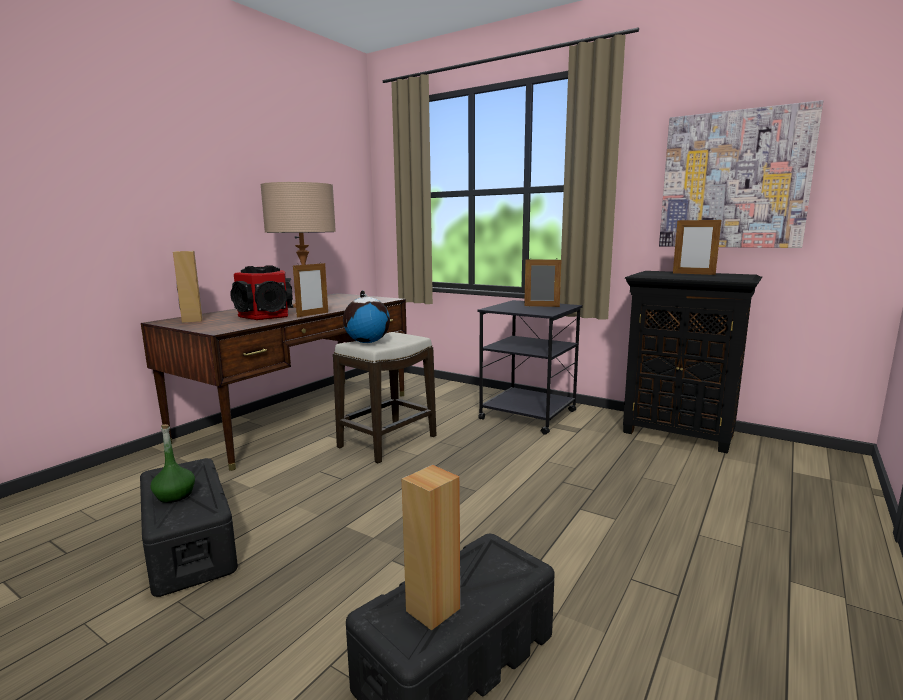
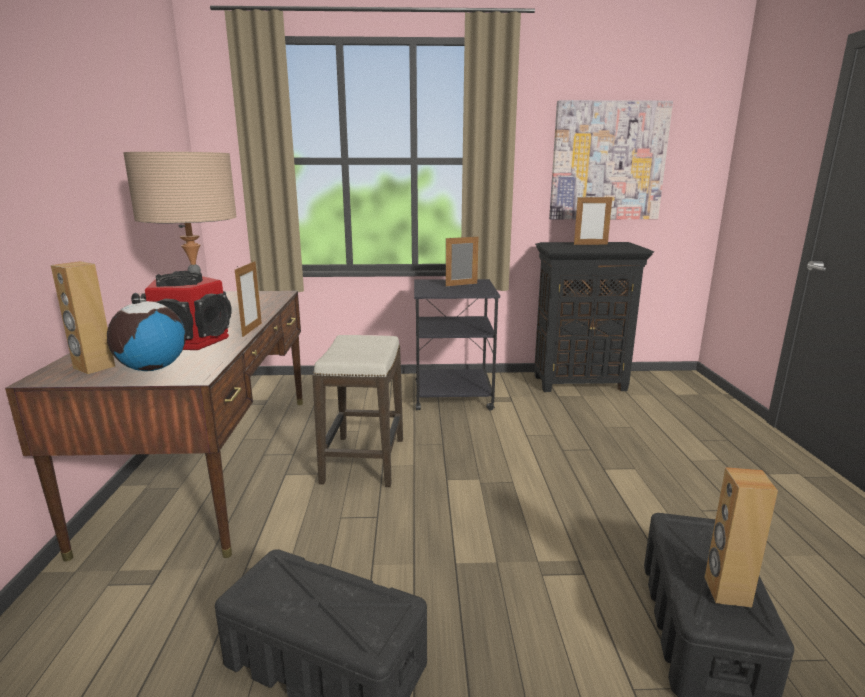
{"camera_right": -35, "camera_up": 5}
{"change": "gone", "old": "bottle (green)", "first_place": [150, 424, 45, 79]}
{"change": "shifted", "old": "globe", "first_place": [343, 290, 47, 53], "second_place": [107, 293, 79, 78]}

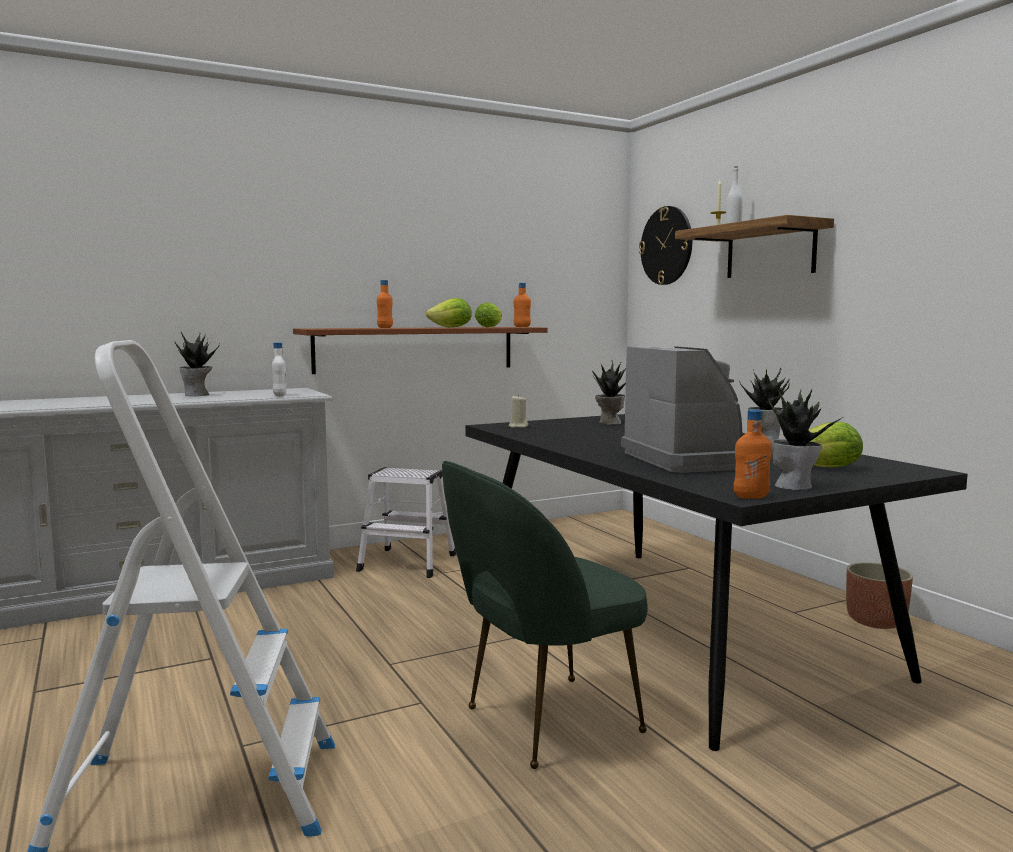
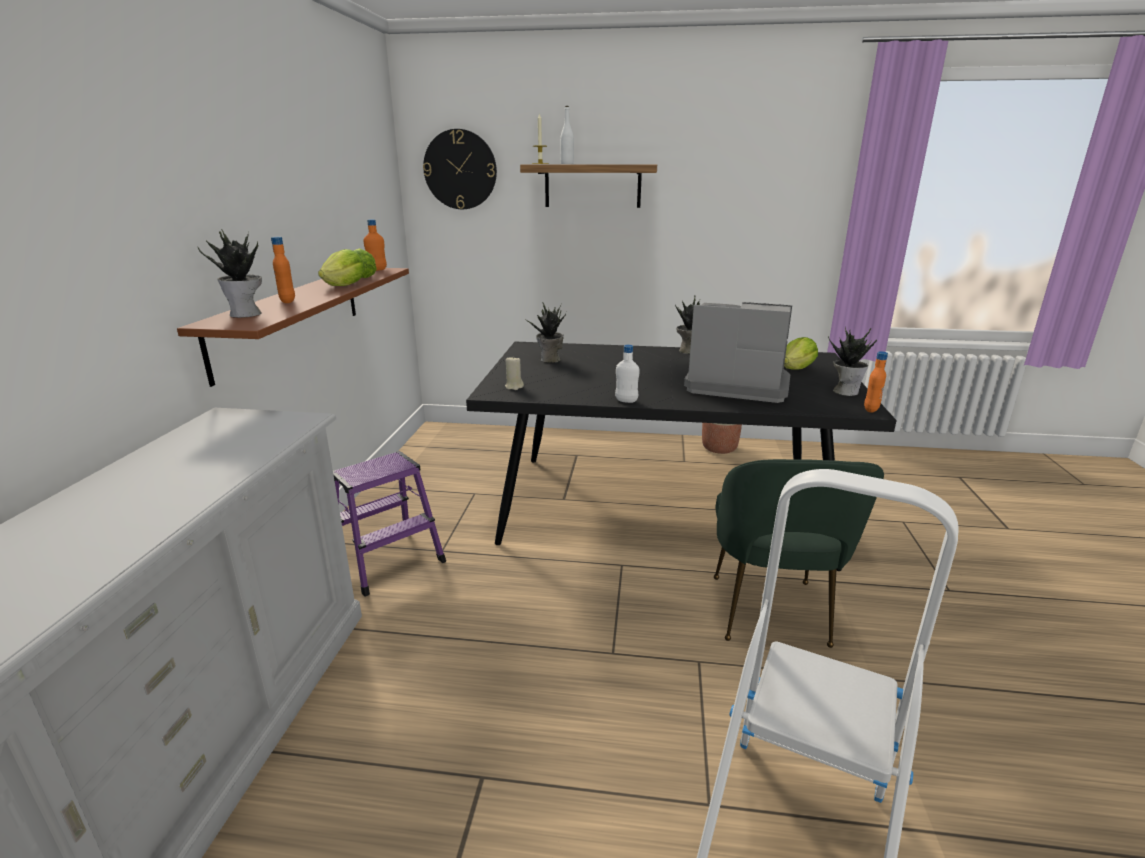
{"camera_right": -55, "camera_up": 15}
{"change": "shifted", "old": "potted plant", "first_place": [174, 332, 46, 64], "second_place": [197, 229, 65, 89]}
{"change": "shifted", "old": "bottle (white)", "first_place": [272, 342, 14, 54], "second_place": [615, 345, 24, 58]}
{"change": "repainted", "old": "step ladder (white)", "new": "step ladder (purple)", "first_place": [356, 467, 100, 111], "second_place": [333, 451, 113, 146]}

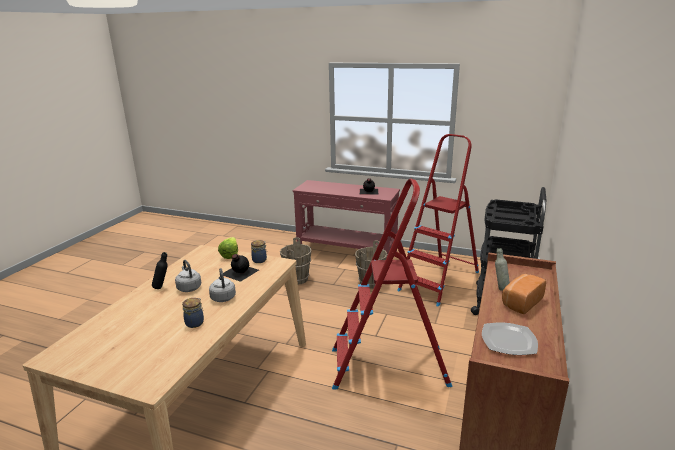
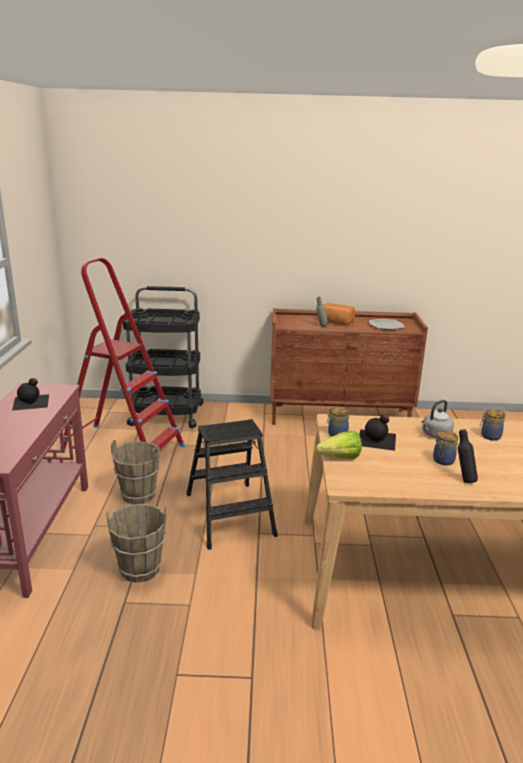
{"camera_right": -110, "camera_up": 0}
{"change": "swapped", "old": "kettle (grey)", "new": "jar", "first_place": [175, 260, 26, 32], "second_place": [433, 431, 25, 34]}
{"change": "gone", "old": "step ladder (red)", "first_place": [332, 178, 120, 212]}
{"change": "new", "new": "step ladder (black)", "second_place": [186, 419, 92, 131]}

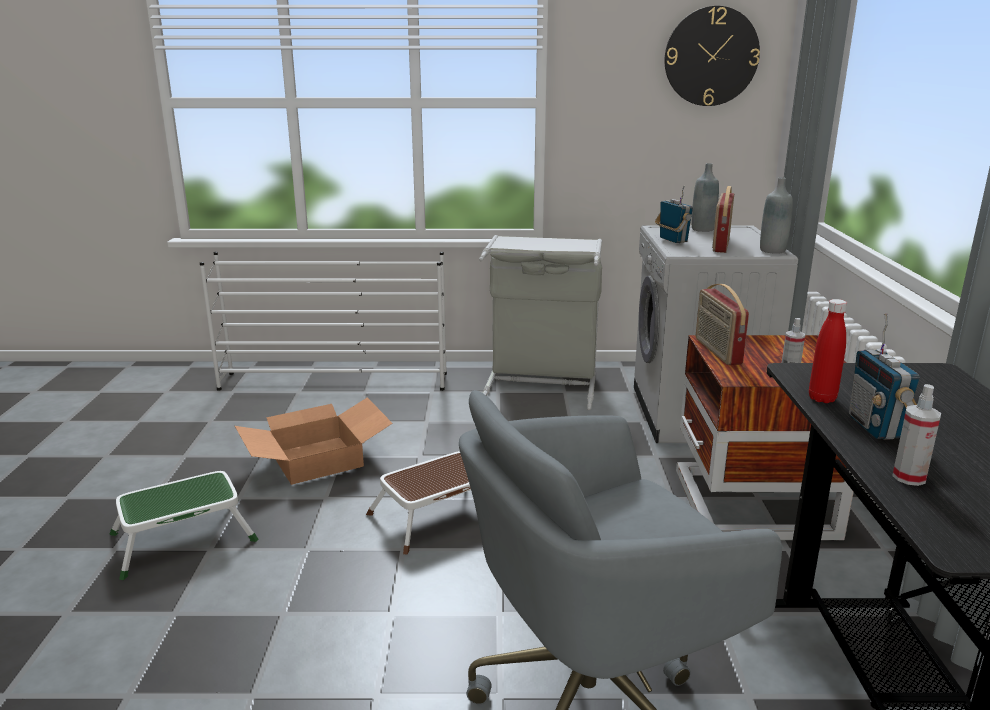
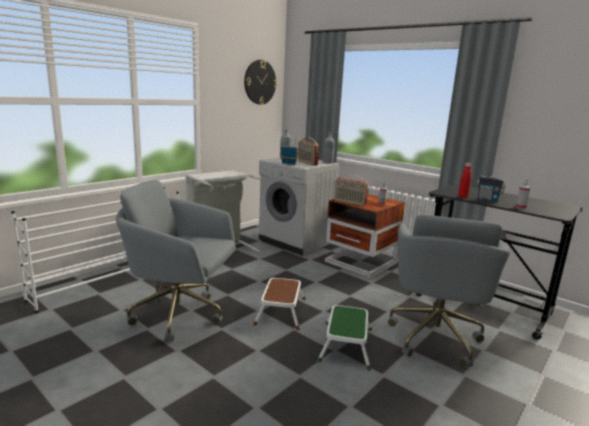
{"camera_right": -50, "camera_up": -5}
{"change": "shifted", "old": "step ladder (green)", "first_place": [109, 471, 149, 109], "second_place": [317, 305, 55, 66]}
{"change": "swapped", "old": "cardboard box", "new": "office chair (grey)", "first_place": [235, 397, 158, 88], "second_place": [116, 180, 120, 161]}

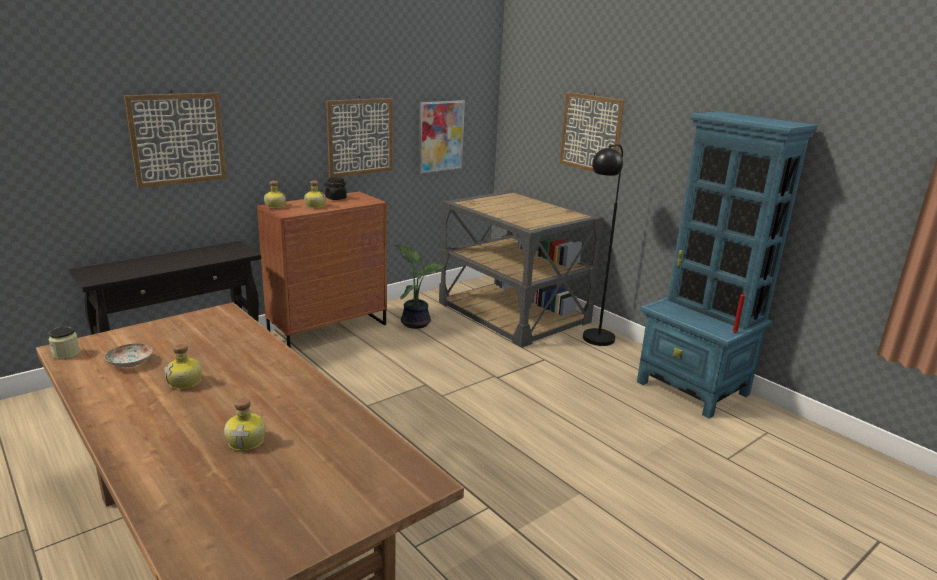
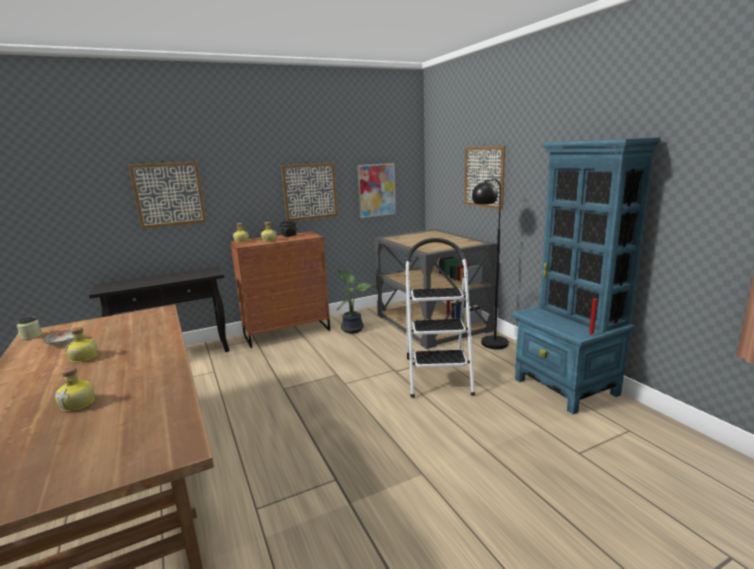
{"camera_right": 15, "camera_up": -5}
{"change": "new", "new": "step ladder", "second_place": [405, 238, 70, 160]}

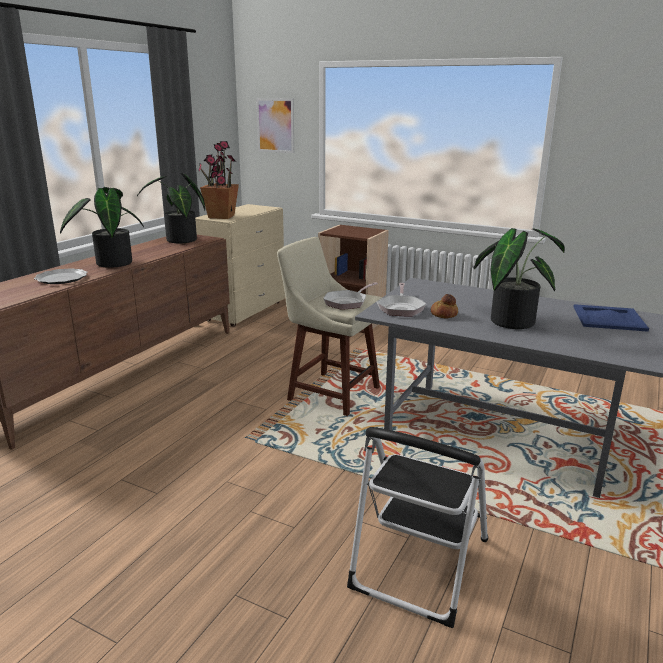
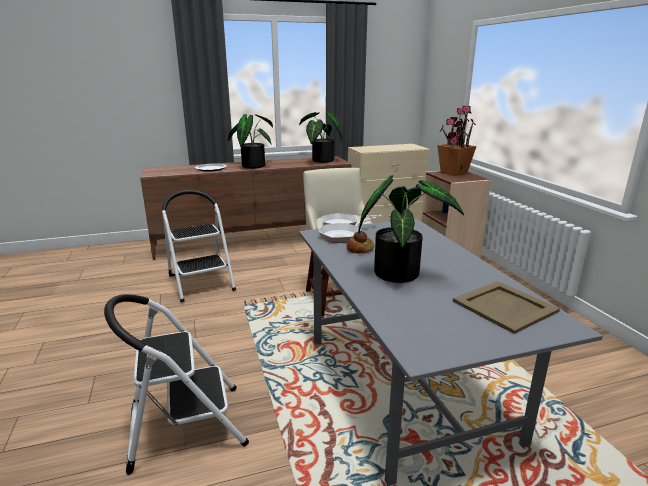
{"camera_right": 45, "camera_up": 0}
{"change": "shifted", "old": "potted plant", "first_place": [198, 141, 41, 78], "second_place": [437, 106, 40, 70]}
{"change": "gone", "old": "picture", "first_place": [256, 98, 38, 55]}
{"change": "repainted", "old": "tray (blue)", "new": "tray (beige)", "first_place": [574, 304, 75, 28], "second_place": [453, 281, 107, 53]}
{"change": "new", "new": "step ladder", "second_place": [162, 190, 74, 112]}

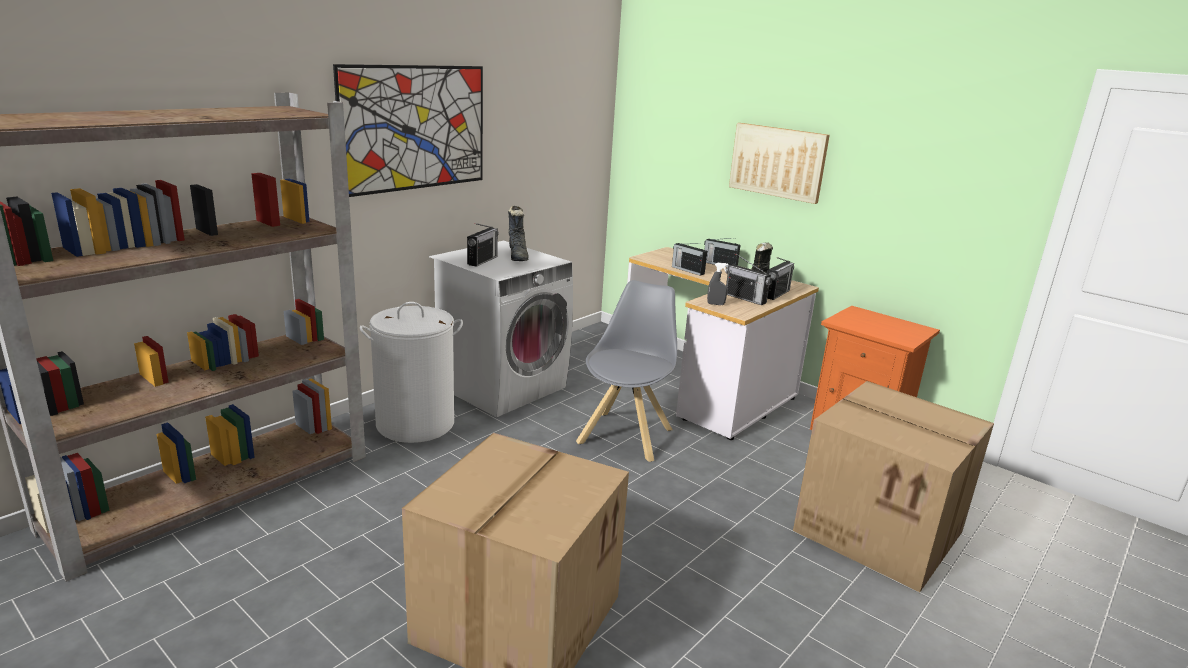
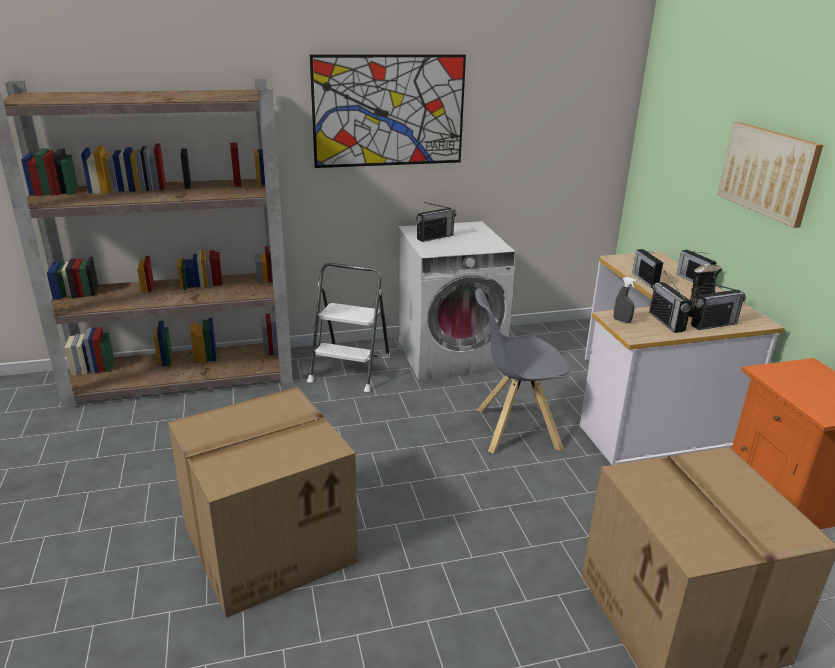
{"camera_right": 35, "camera_up": 5}
{"change": "swapped", "old": "laundry basket (white)", "new": "step ladder (white)", "first_place": [360, 302, 103, 141], "second_place": [307, 263, 83, 129]}
{"change": "gone", "old": "boot (black)", "first_place": [508, 205, 21, 56]}
{"change": "rotated", "old": "chair (grey)", "first_place": [576, 280, 101, 182], "second_place": [475, 288, 96, 166], "degrees": -150}

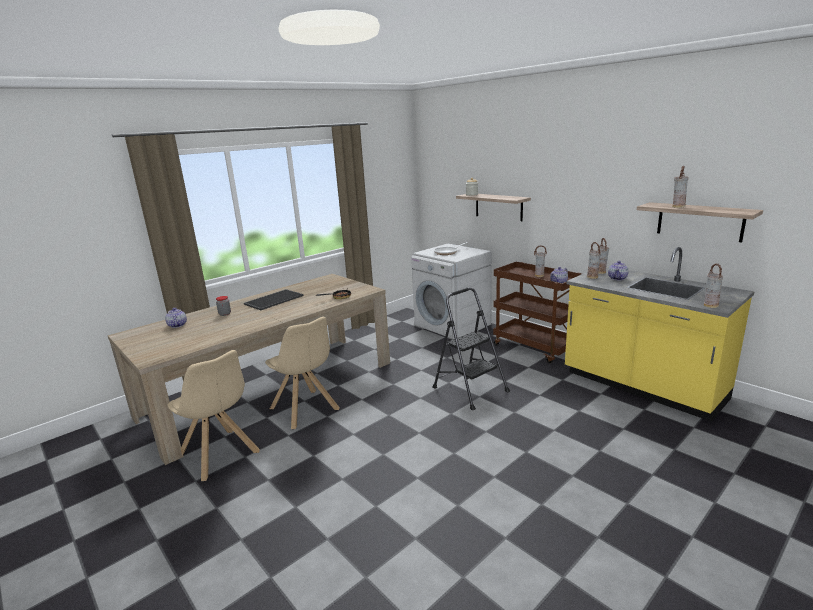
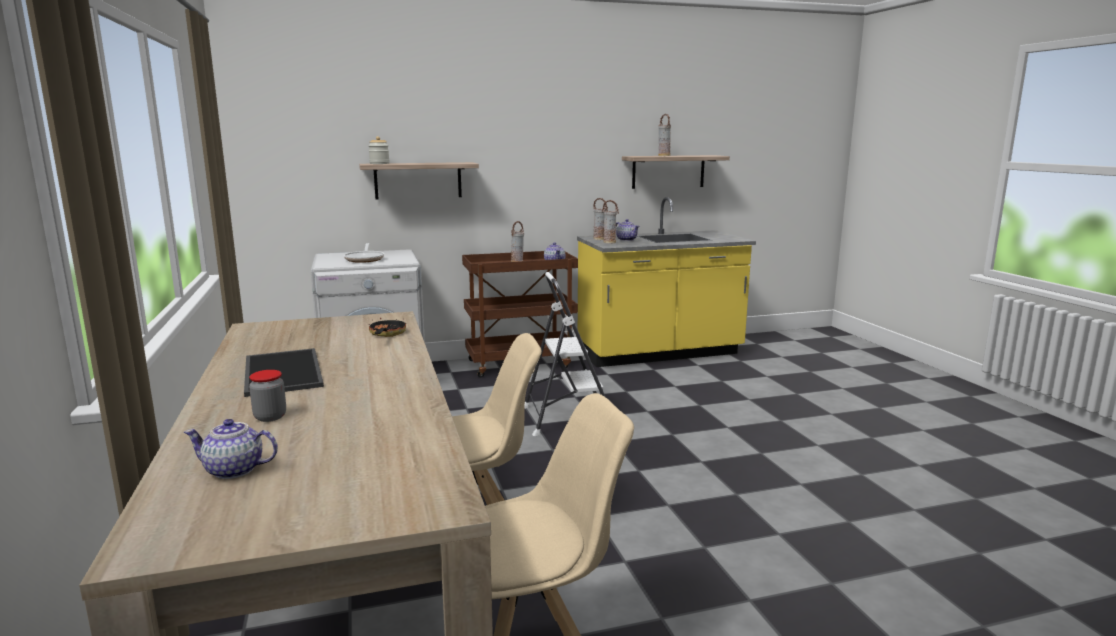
{"camera_right": -65, "camera_up": -5}
{"change": "repainted", "old": "step ladder (black)", "new": "step ladder (white)", "first_place": [432, 288, 78, 122], "second_place": [525, 272, 81, 164]}
{"change": "gone", "old": "vase", "first_place": [704, 263, 19, 45]}

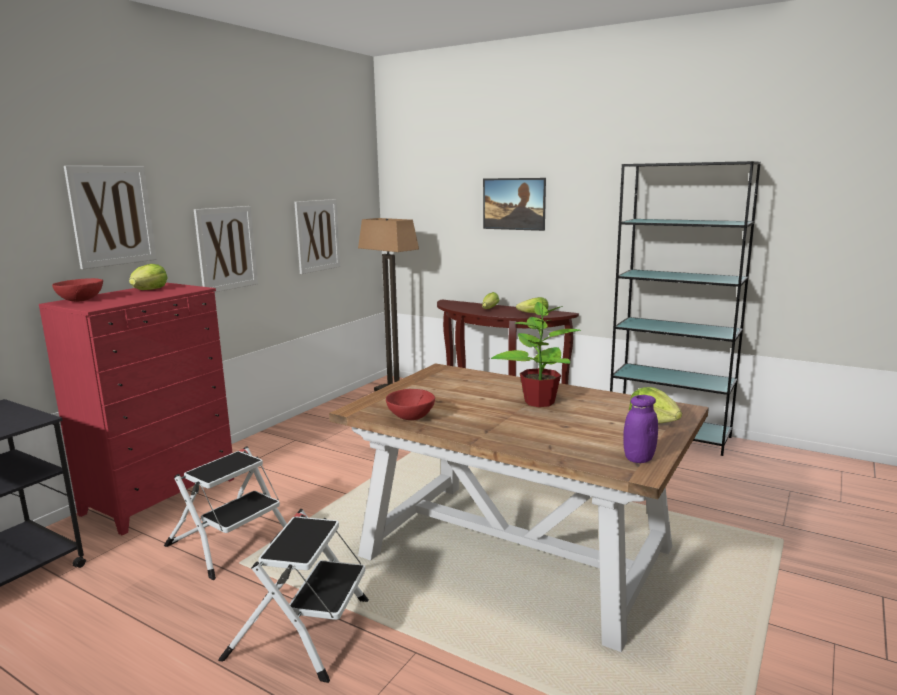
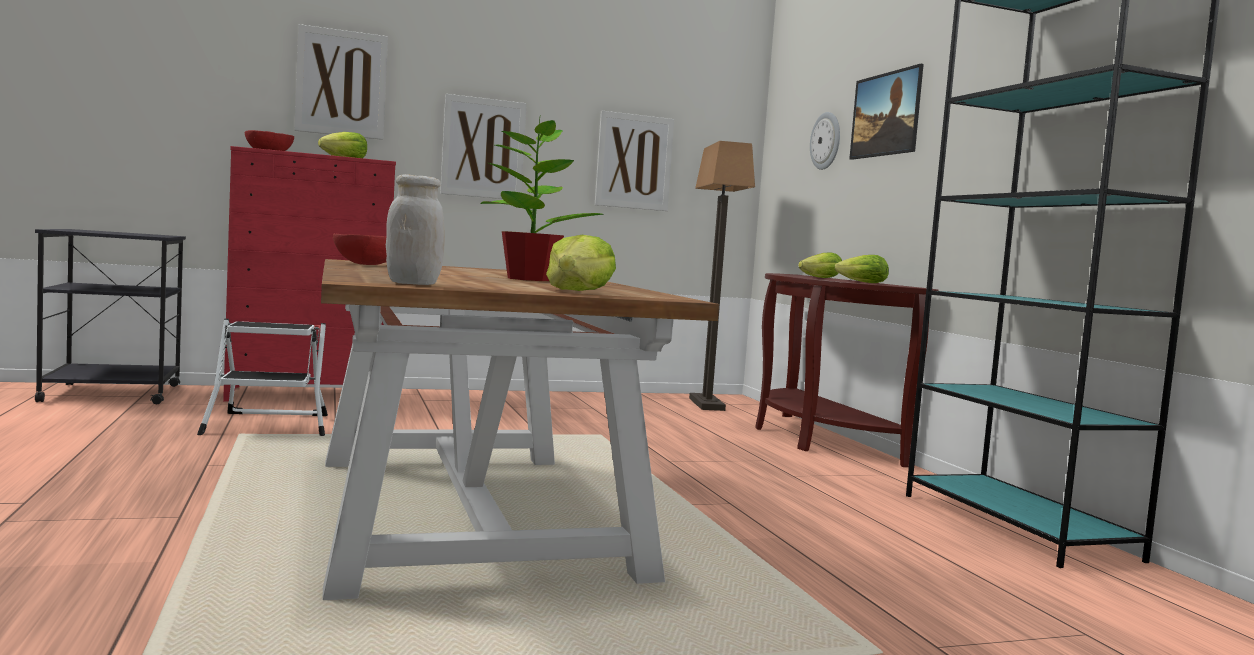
{"camera_right": 40, "camera_up": -10}
{"change": "gone", "old": "step ladder", "first_place": [218, 509, 151, 174]}
{"change": "repainted", "old": "jar (purple)", "new": "jar (white)", "first_place": [623, 395, 35, 68], "second_place": [386, 174, 59, 111]}
{"change": "new", "new": "wall clock", "second_place": [810, 112, 30, 58]}

